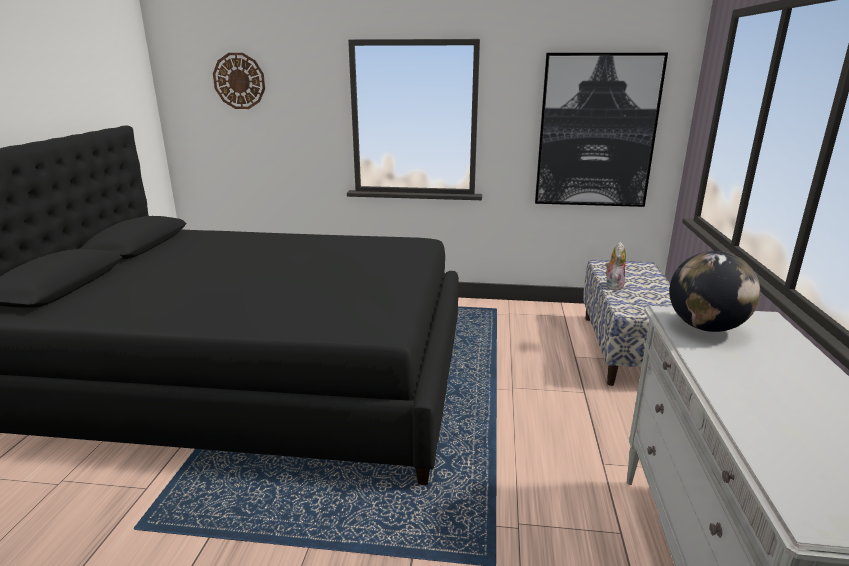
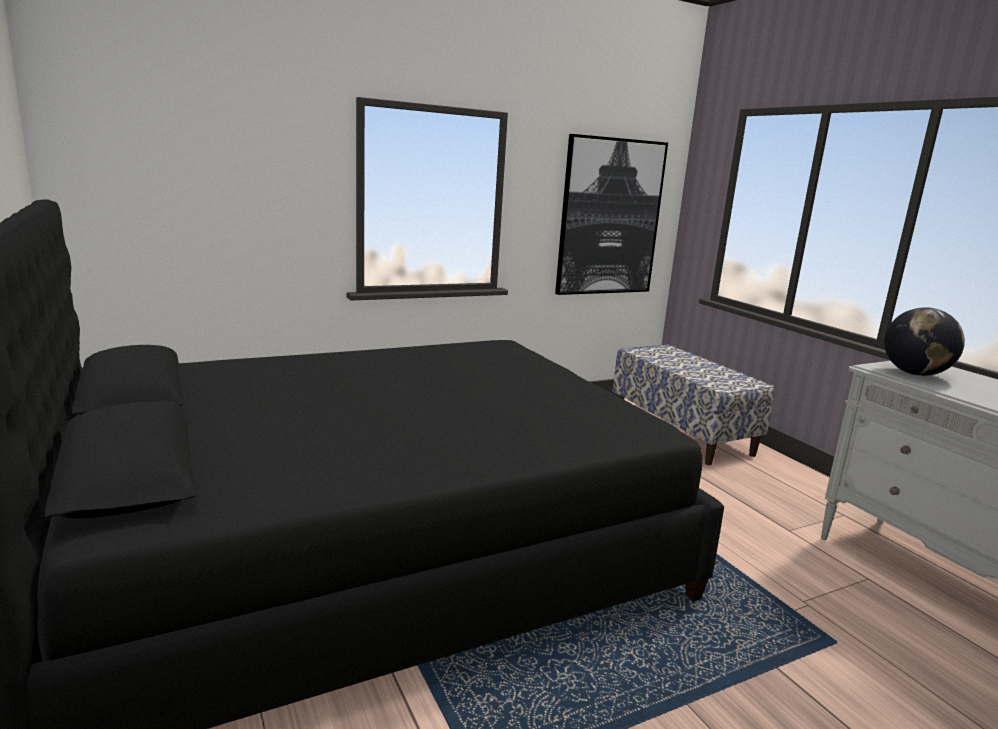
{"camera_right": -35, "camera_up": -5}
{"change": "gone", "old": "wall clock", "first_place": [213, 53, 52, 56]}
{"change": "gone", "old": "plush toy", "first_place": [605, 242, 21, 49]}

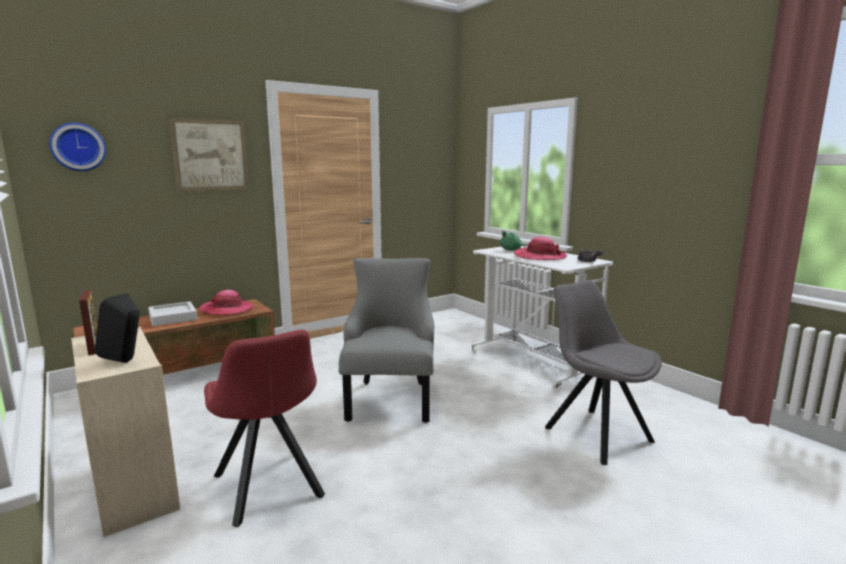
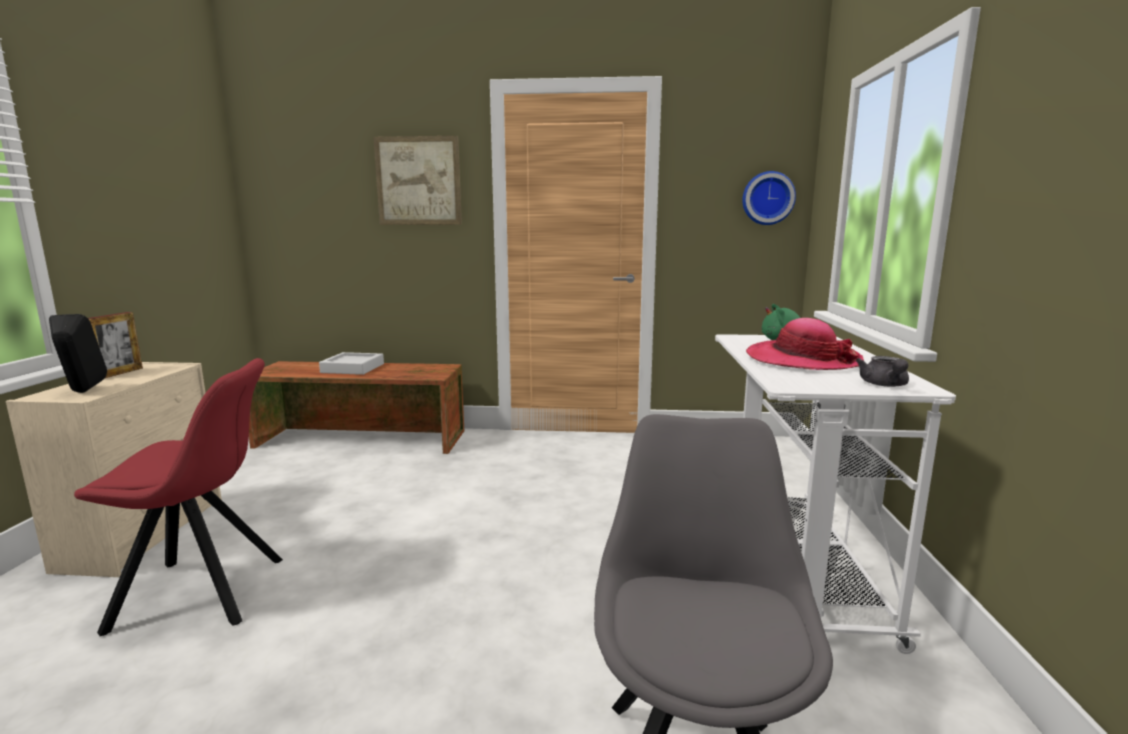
{"camera_right": 40, "camera_up": 0}
{"change": "shifted", "old": "wall clock", "first_place": [49, 123, 57, 48], "second_place": [742, 171, 54, 54]}
{"change": "gone", "old": "hat", "first_place": [200, 290, 54, 25]}
{"change": "rotated", "old": "chair (red)", "first_place": [204, 330, 121, 197], "second_place": [74, 358, 209, 278], "degrees": -105}
{"change": "gone", "old": "chair (grey)", "first_place": [338, 258, 97, 165]}

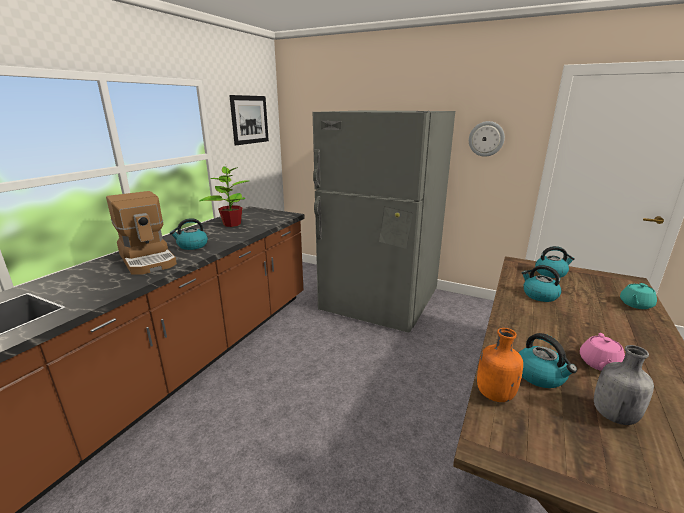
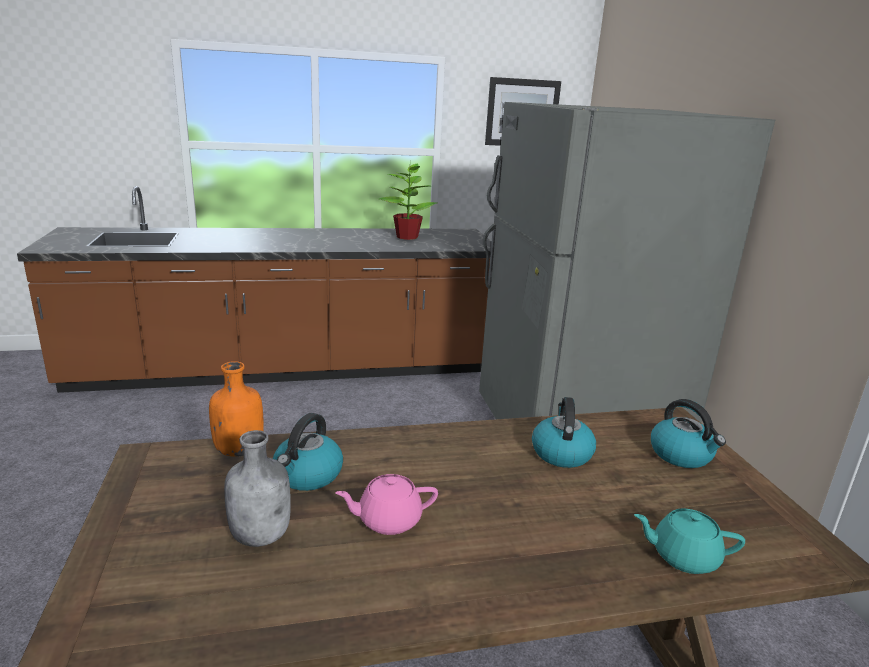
{"camera_right": 50, "camera_up": 0}
{"change": "gone", "old": "coffee machine", "first_place": [106, 191, 71, 84]}
{"change": "gone", "old": "kettle", "first_place": [170, 218, 38, 32]}
{"change": "gone", "old": "wall clock", "first_place": [469, 121, 36, 36]}

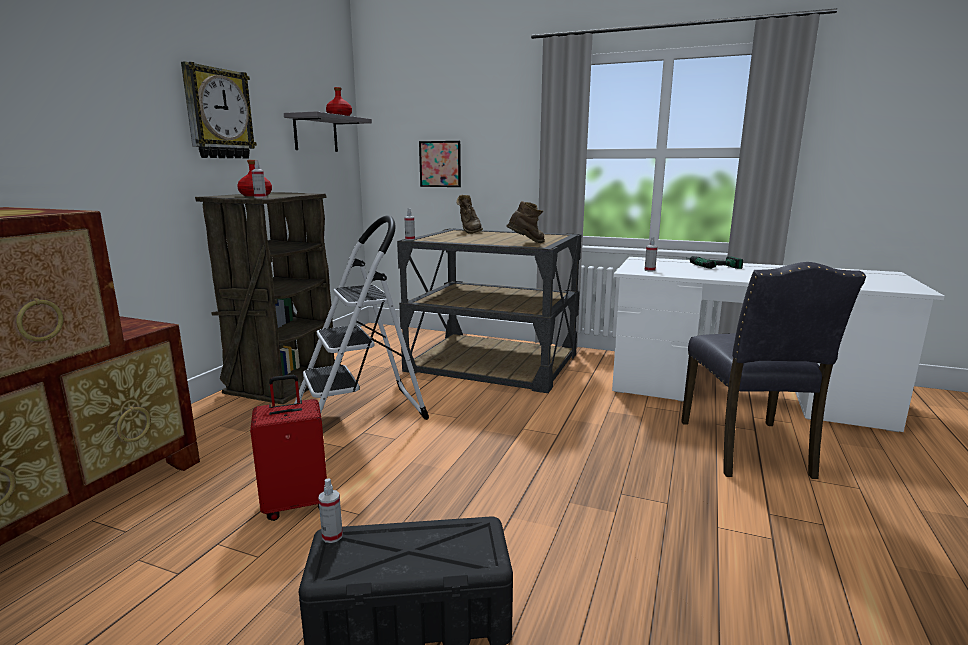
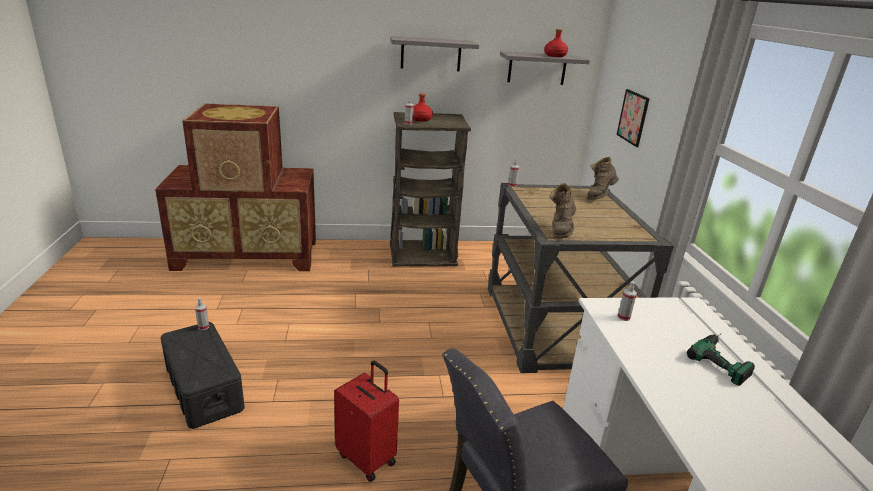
{"camera_right": 60, "camera_up": 10}
{"change": "swapped", "old": "wall clock", "new": "shelf (grey)", "first_place": [181, 61, 76, 98], "second_place": [390, 36, 89, 35]}
{"change": "shifted", "old": "suitcase (red)", "first_place": [250, 375, 77, 146], "second_place": [334, 360, 65, 122]}
{"change": "gone", "old": "step ladder", "first_place": [294, 216, 135, 204]}
{"change": "rotated", "old": "boot (brown)", "first_place": [506, 201, 39, 42], "second_place": [549, 183, 27, 55], "degrees": 90}

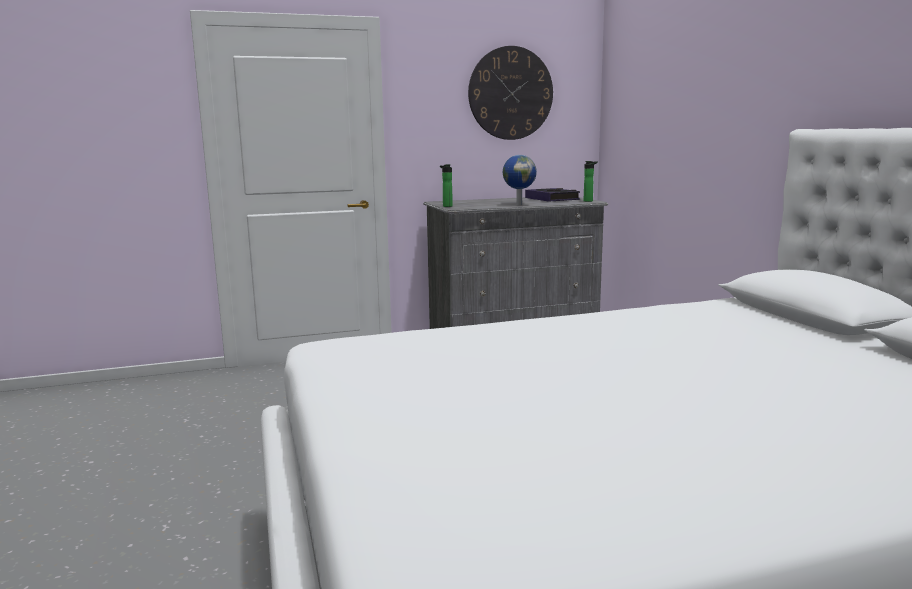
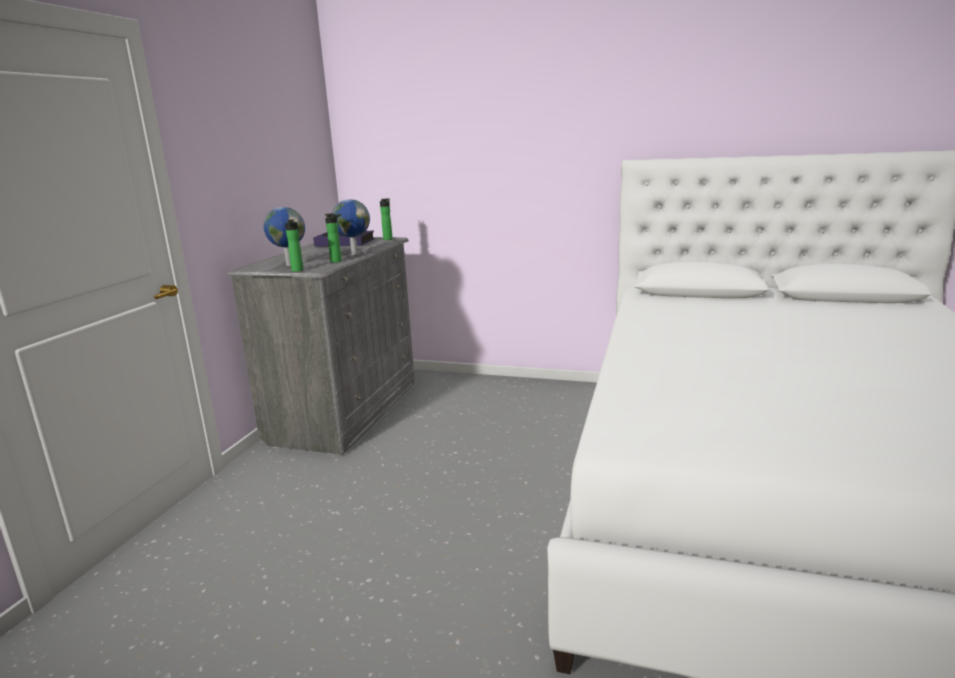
{"camera_right": -55, "camera_up": 5}
{"change": "gone", "old": "wall clock", "first_place": [468, 46, 85, 94]}
{"change": "new", "new": "globe", "second_place": [263, 207, 42, 59]}
{"change": "new", "new": "bottle", "second_place": [324, 214, 18, 49]}

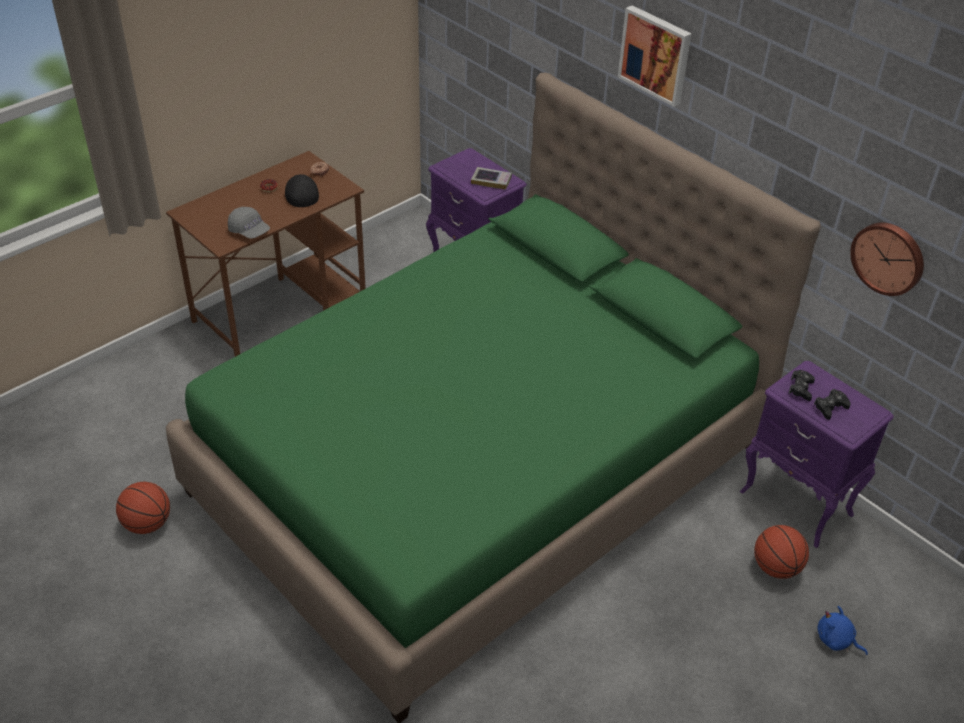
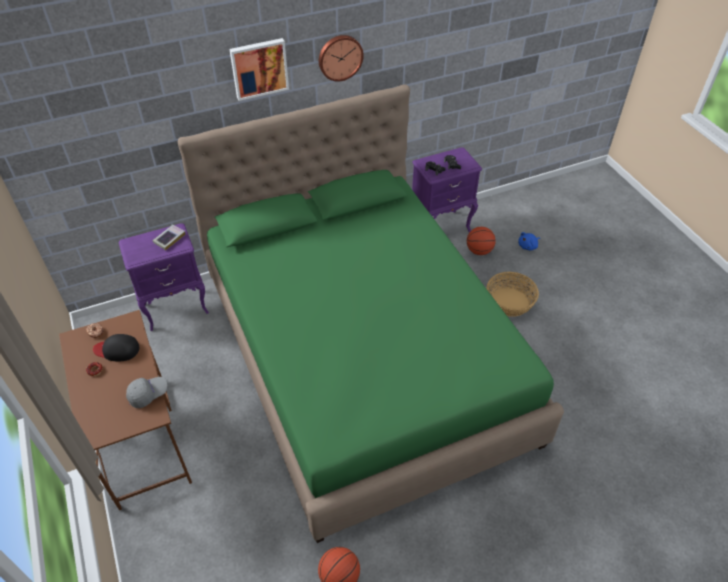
{"camera_right": -70, "camera_up": 5}
{"change": "shifted", "old": "wall clock", "first_place": [850, 222, 74, 74], "second_place": [319, 35, 45, 47]}
{"change": "new", "new": "basket", "second_place": [487, 272, 52, 45]}

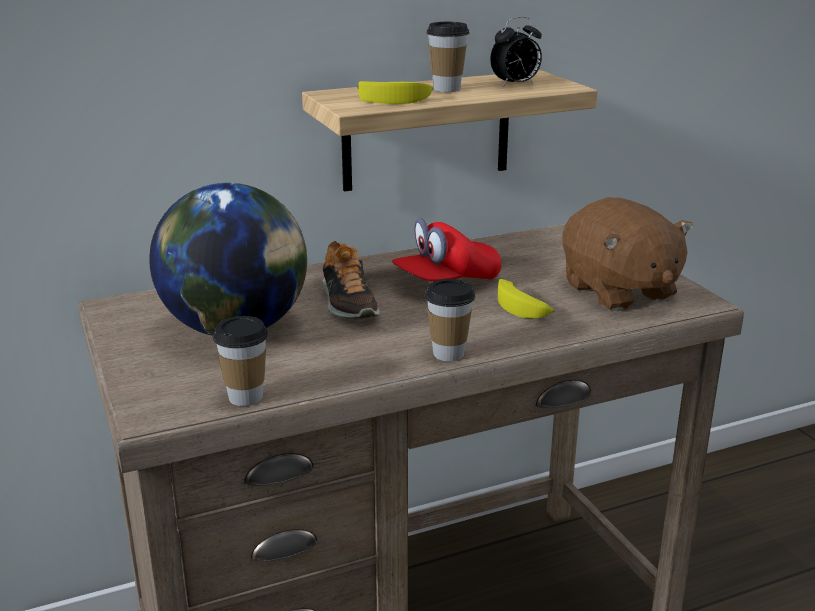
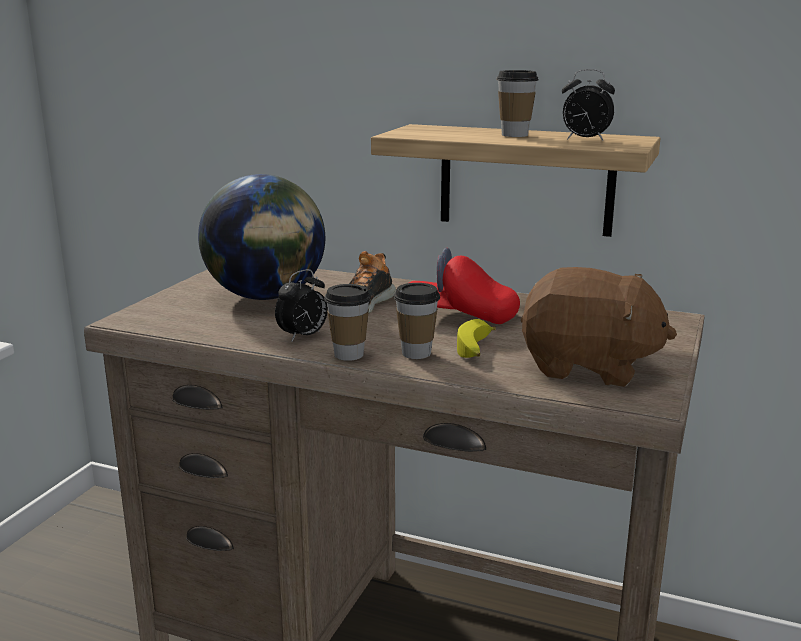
{"camera_right": 45, "camera_up": -5}
{"change": "shifted", "old": "cup", "first_place": [213, 316, 55, 90], "second_place": [394, 283, 46, 76]}
{"change": "gone", "old": "banana", "first_place": [357, 81, 76, 23]}
{"change": "rotated", "old": "plush toy (brown)", "first_place": [562, 197, 131, 114], "second_place": [521, 267, 156, 120], "degrees": -90}
{"change": "new", "new": "alarm clock", "second_place": [275, 269, 53, 73]}

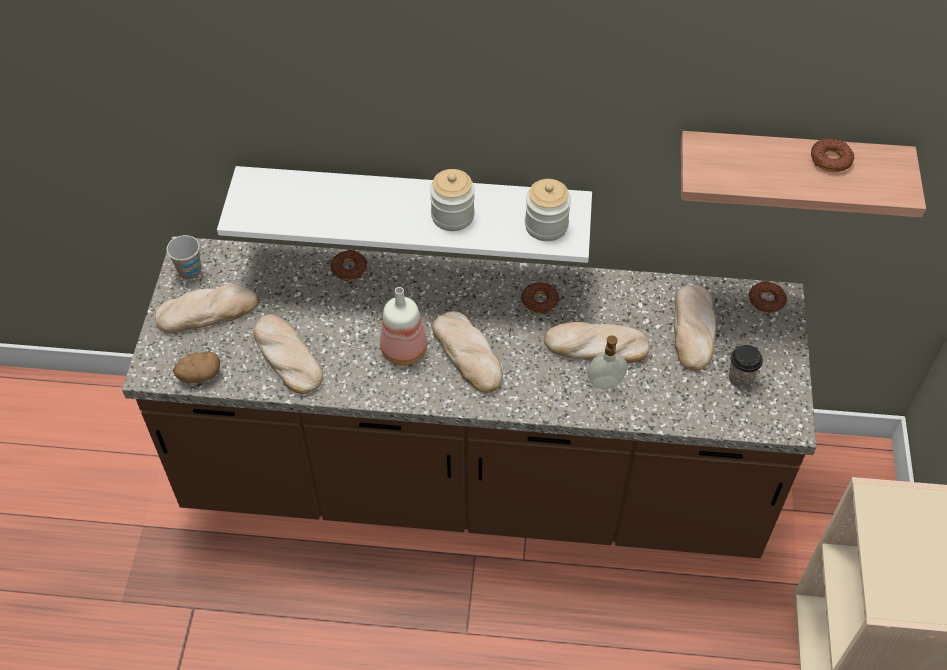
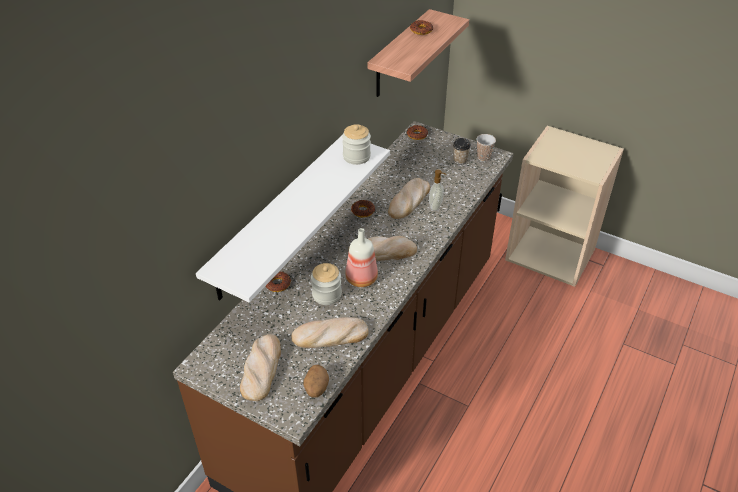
{"camera_right": -65, "camera_up": -10}
{"change": "shifted", "old": "cup", "first_place": [166, 235, 35, 45], "second_place": [476, 134, 20, 27]}
{"change": "shifted", "old": "jar", "first_place": [430, 169, 45, 62], "second_place": [311, 263, 31, 42]}
{"change": "gone", "old": "bread", "first_place": [674, 285, 42, 86]}

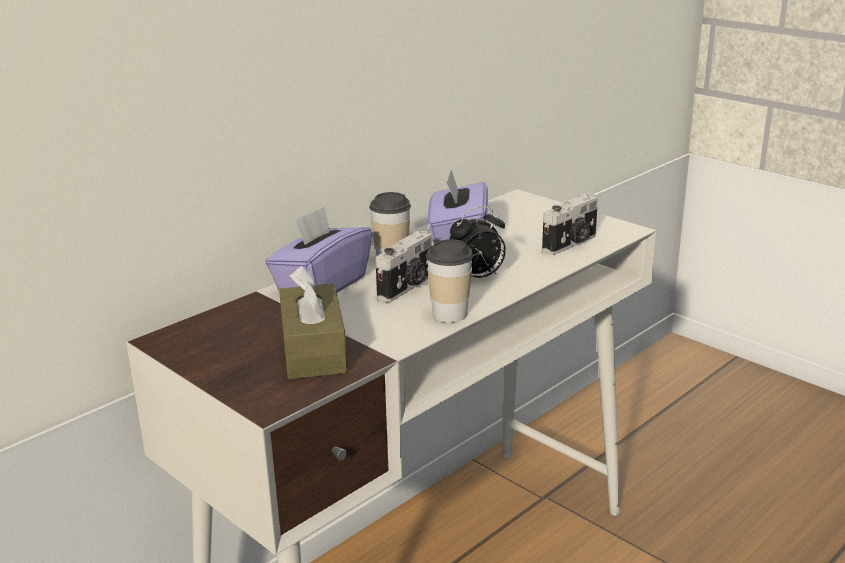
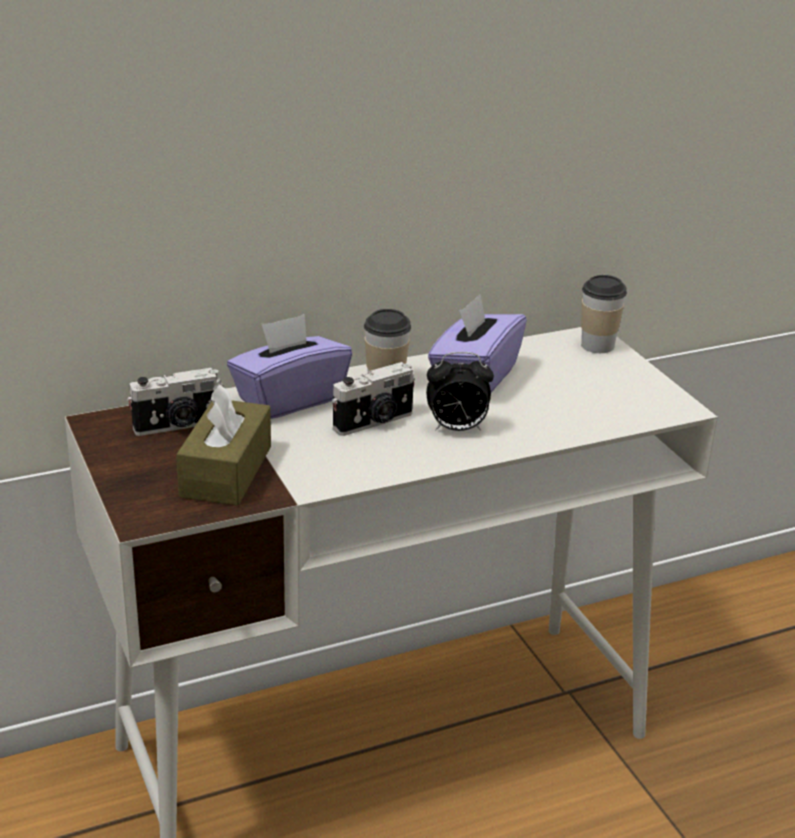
{"camera_right": 20, "camera_up": 5}
{"change": "shifted", "old": "cup", "first_place": [426, 239, 47, 84], "second_place": [581, 275, 46, 78]}
{"change": "shifted", "old": "photo camera", "first_place": [542, 194, 56, 61], "second_place": [127, 368, 97, 68]}

